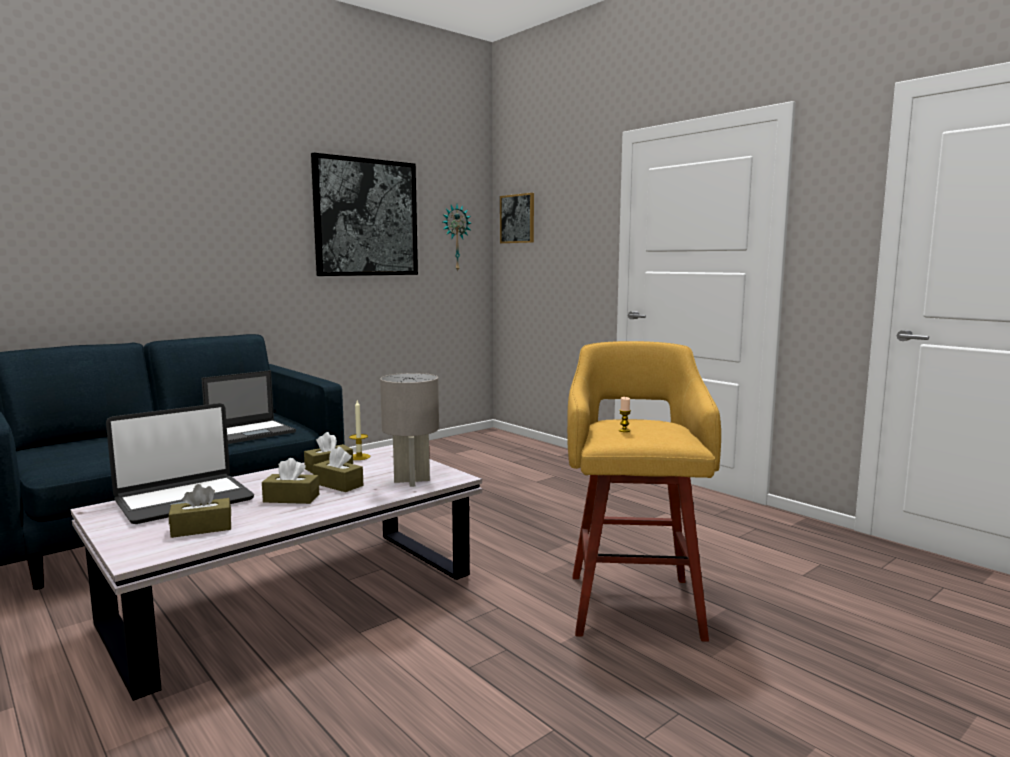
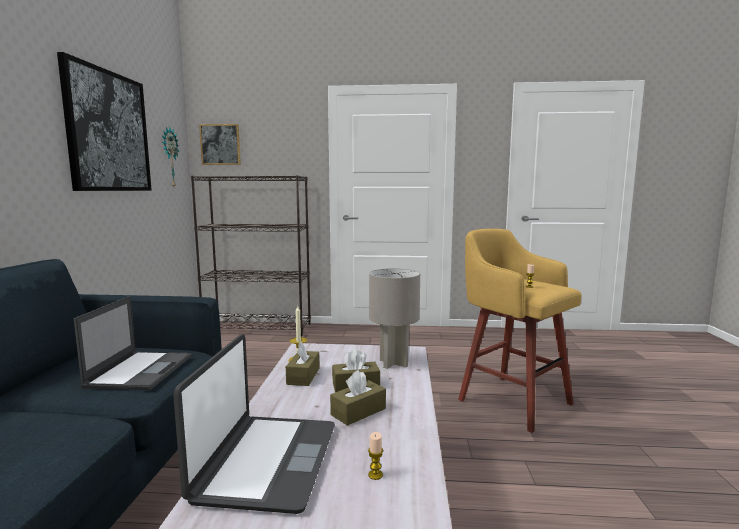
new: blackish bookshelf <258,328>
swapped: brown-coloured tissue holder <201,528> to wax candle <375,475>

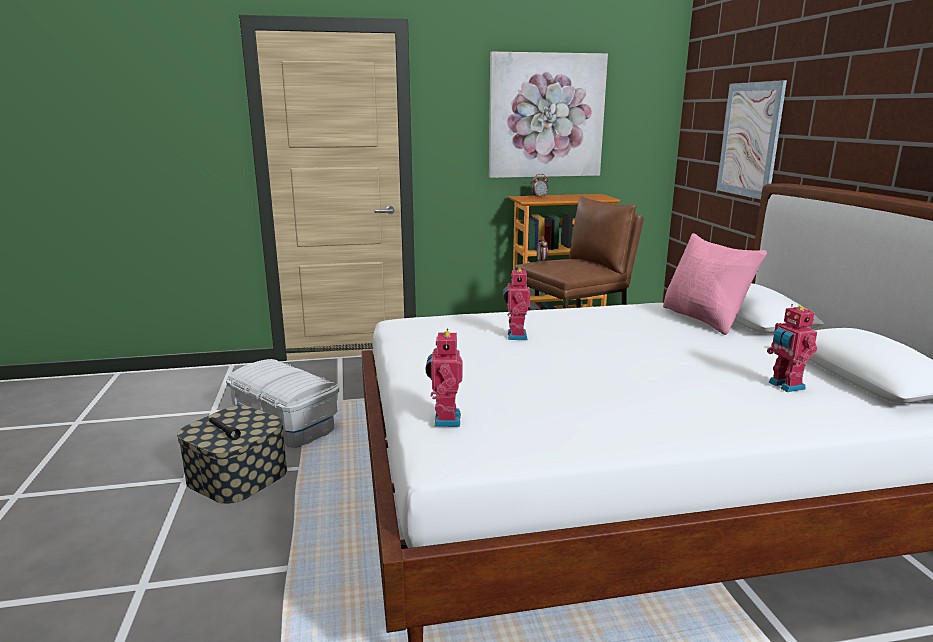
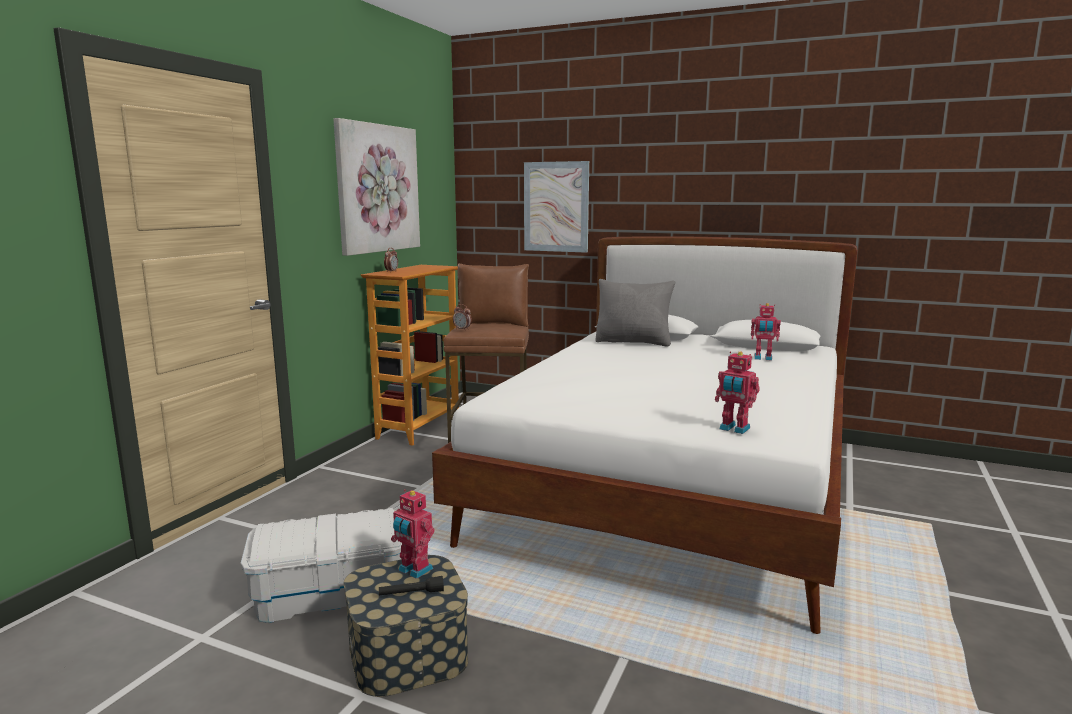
shifted: model robot <515,336> to <414,570>
repainted: pink-coloured throw pillow <704,319> to grey throw pillow <633,342>

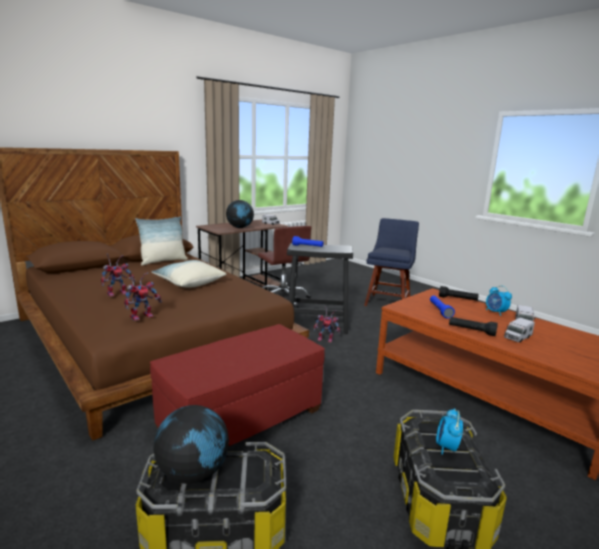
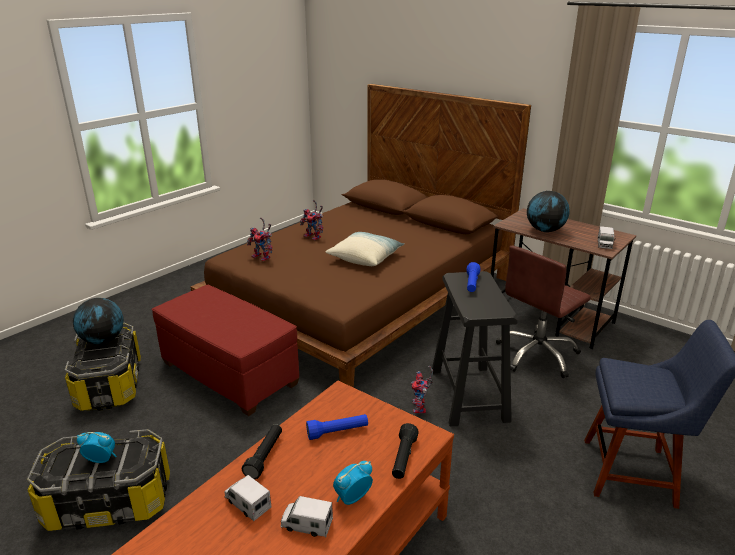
gone: throw pillow <163,261>

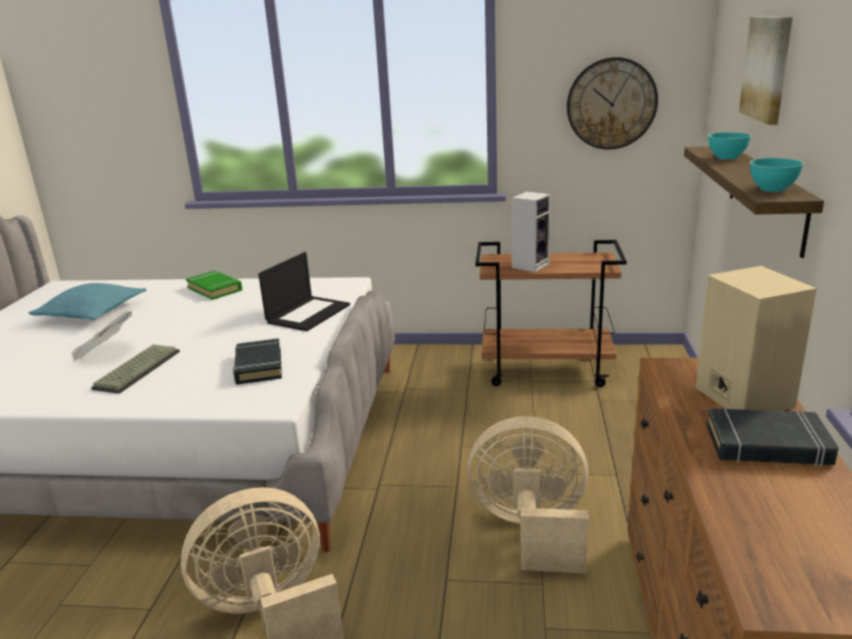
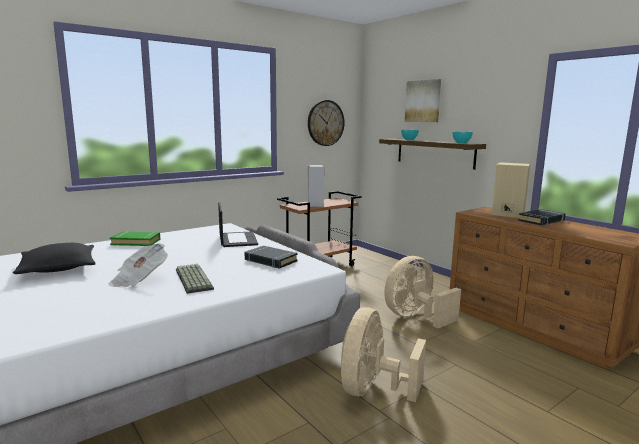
repainted: turquoise throw pillow <92,312> to blackish throw pillow <58,268>

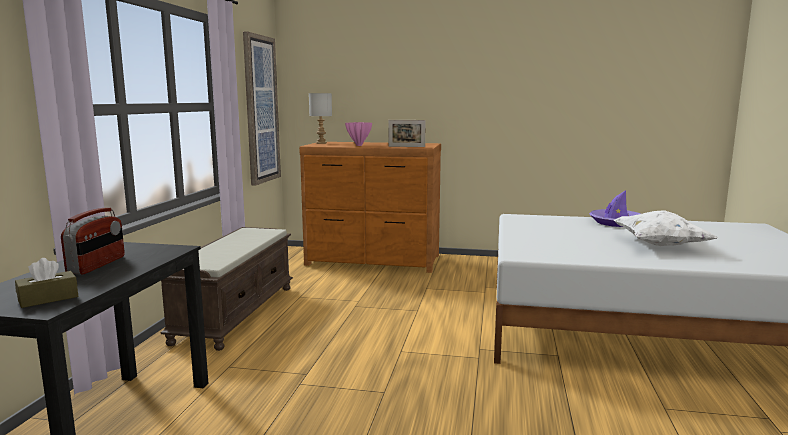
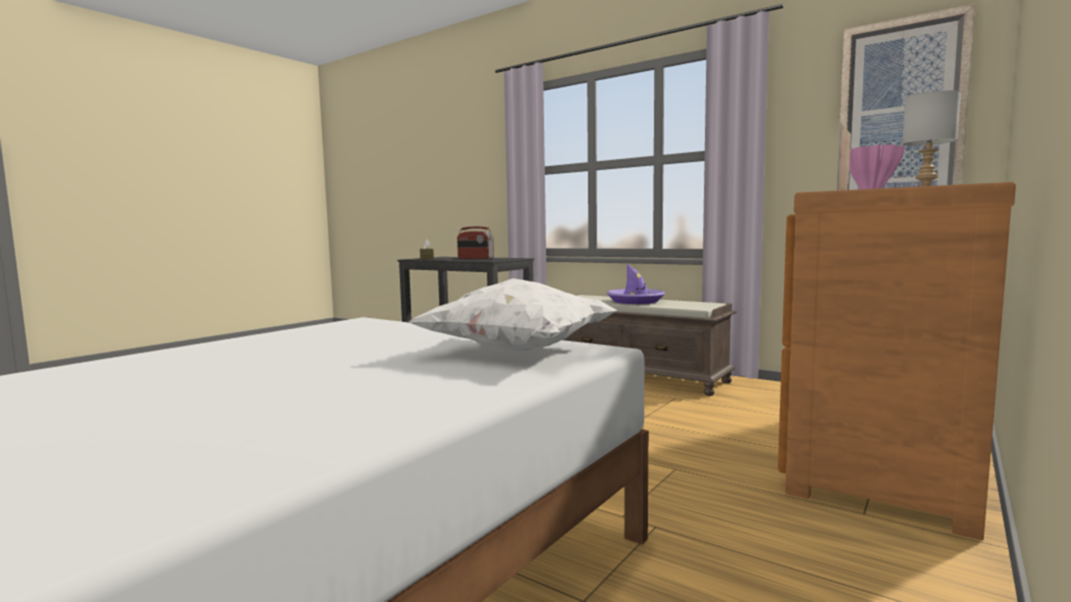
shifted: purple clothing hat <616,222> to <635,301>; whitish throw pillow <659,245> to <520,351>

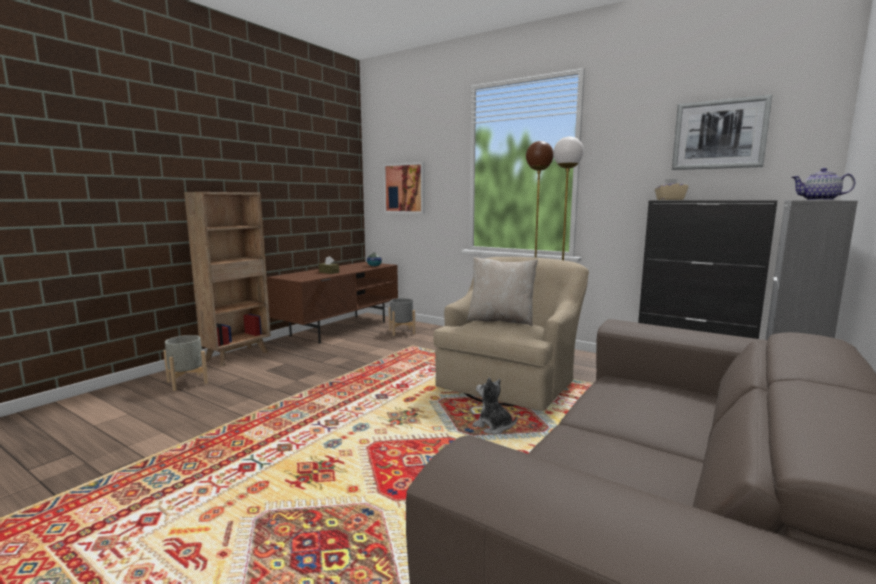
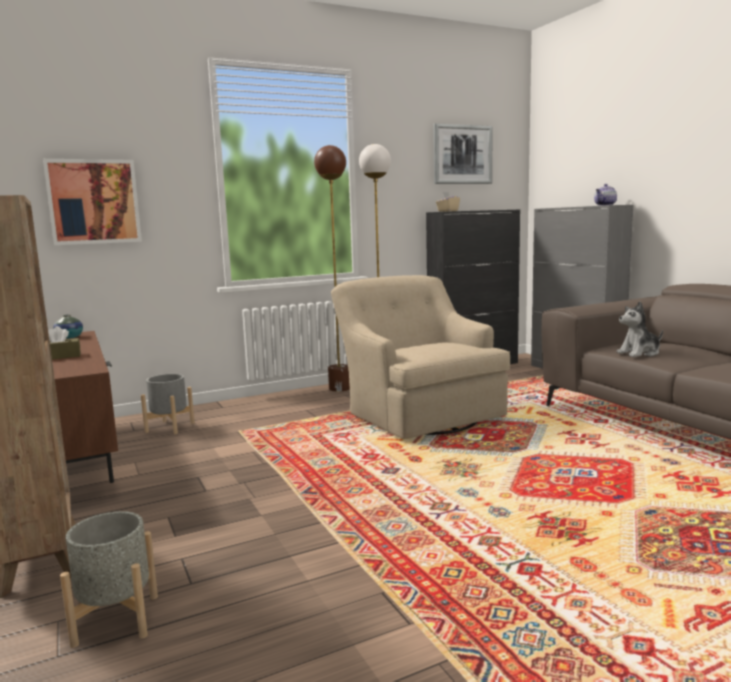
gone: beige-coloured throw pillow <501,320>
shifted: soft toy <493,427> to <639,353>

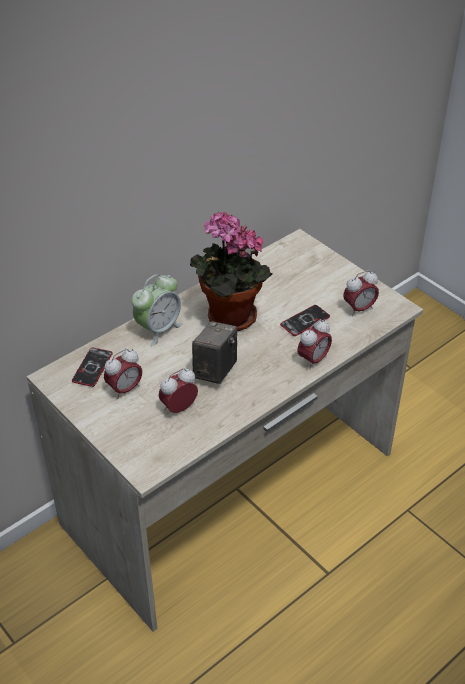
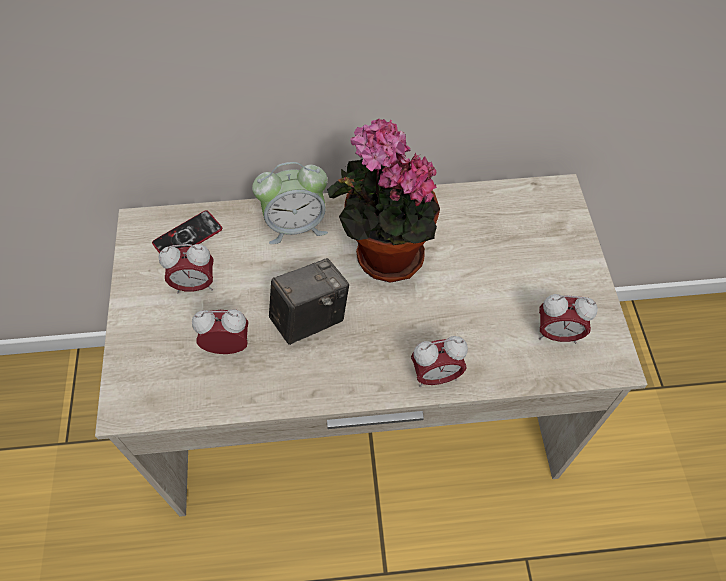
gone: handset <305,321>

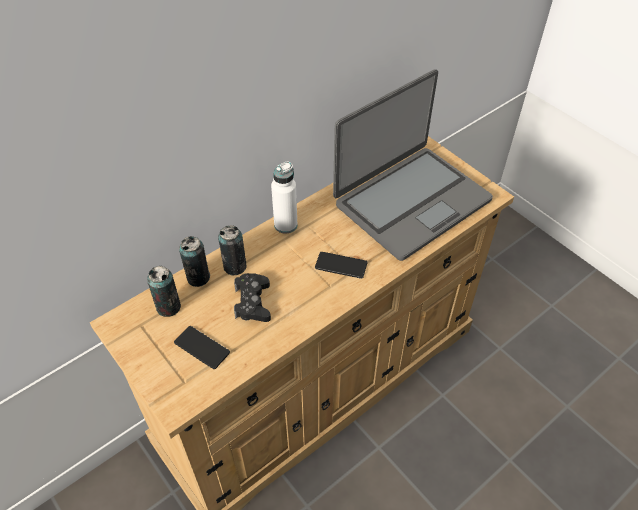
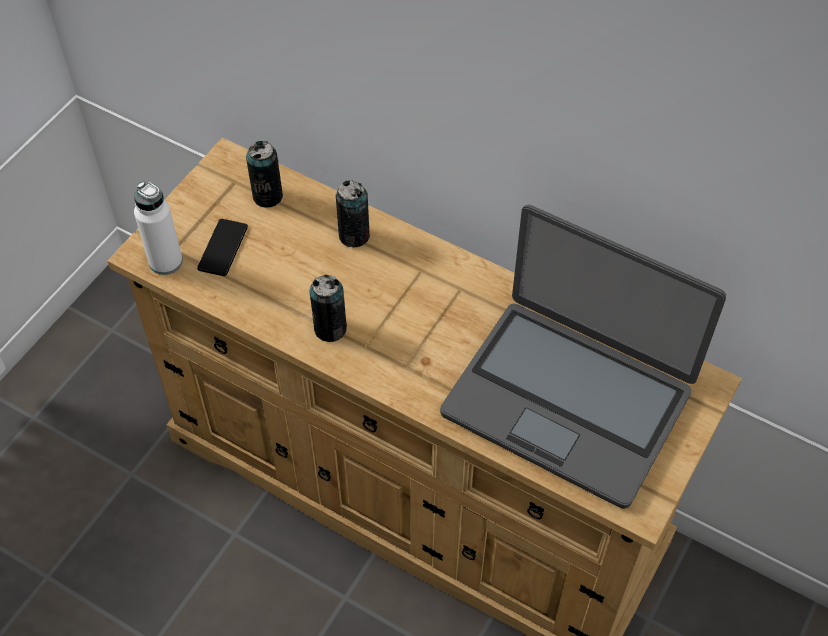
gone: blackish gamepad <252,302>; handset <341,265>
shifted: sealed can <198,277> to <330,329>; whitish bottle <285,225> to <165,261>

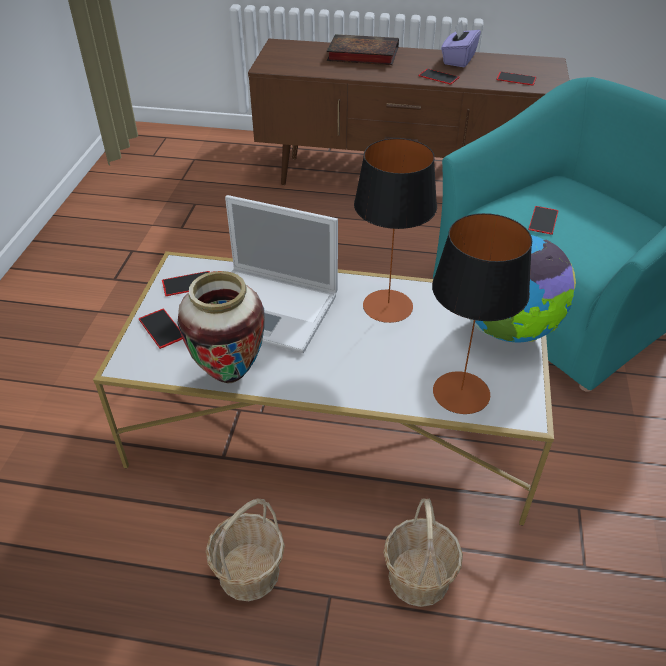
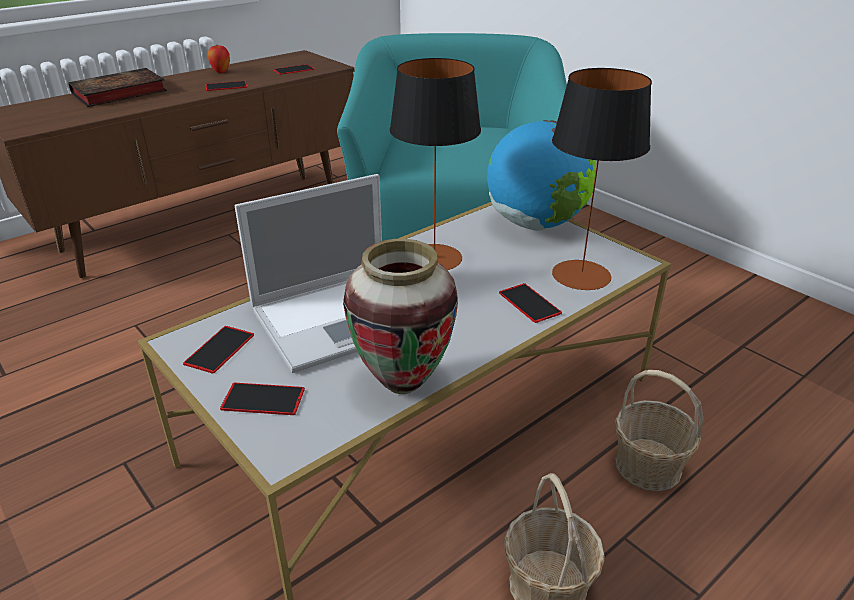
shifted: handset <543,220> to <529,303>
swapped: purple tissue holder <458,59> to apple fruit <221,72>

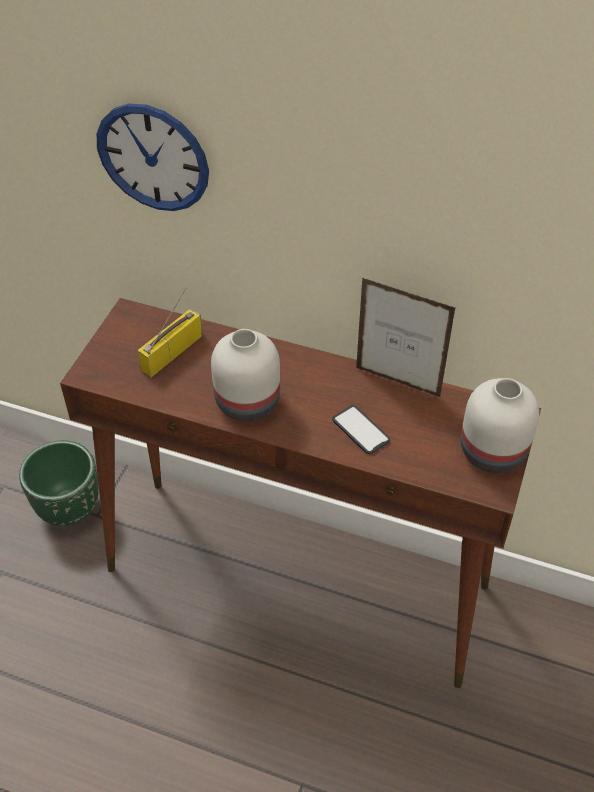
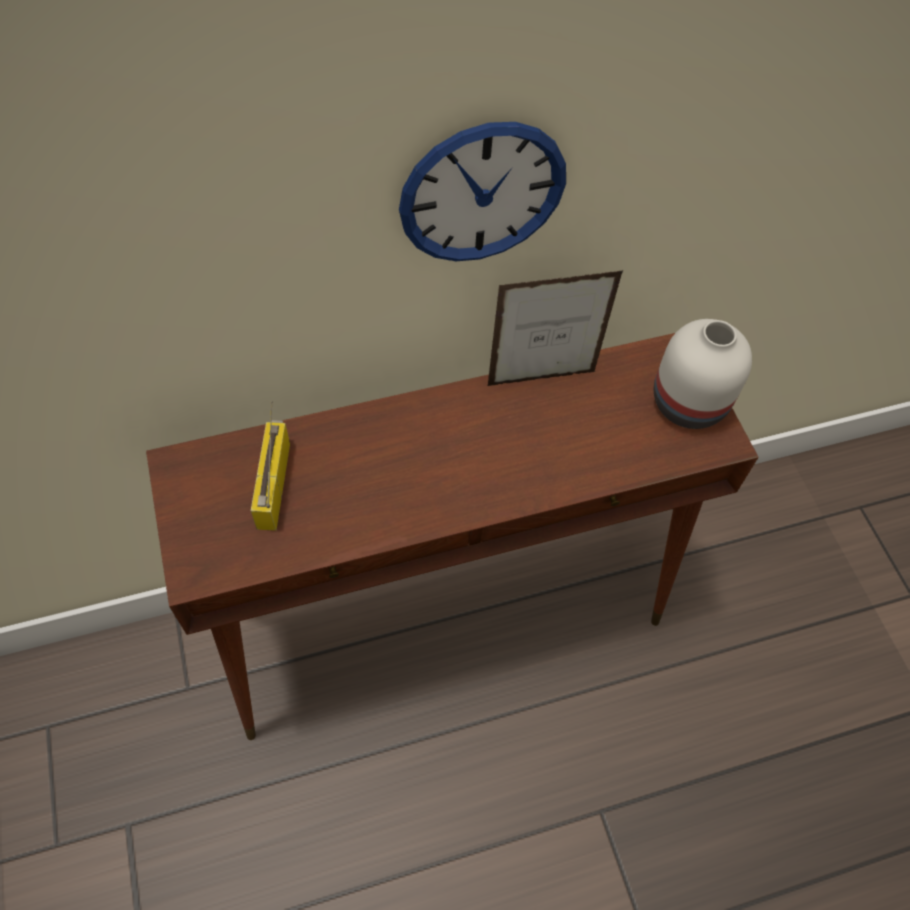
gone: green-coloured plant pot <69,509>; whitish decorative vase <247,403>; handset <360,430>
shifted: clock on the wall <153,158> to <482,194>

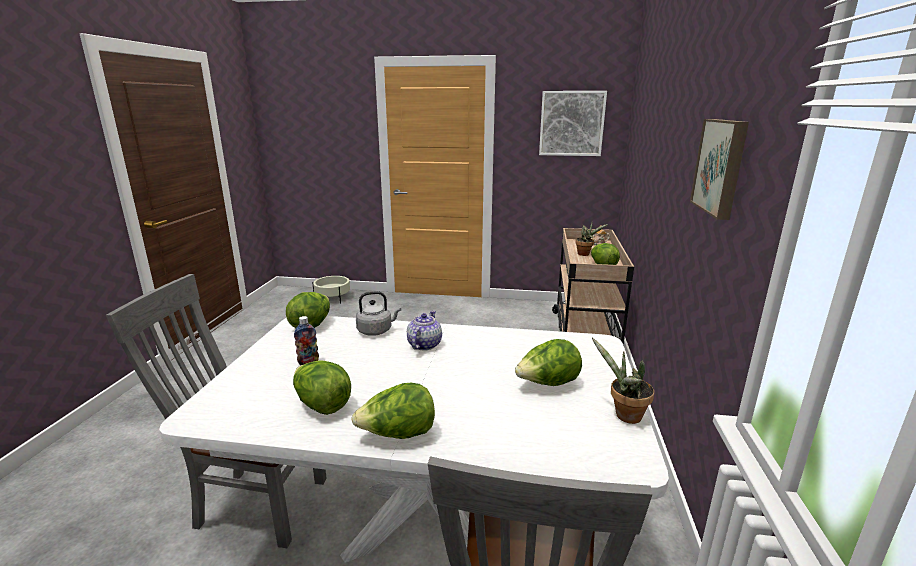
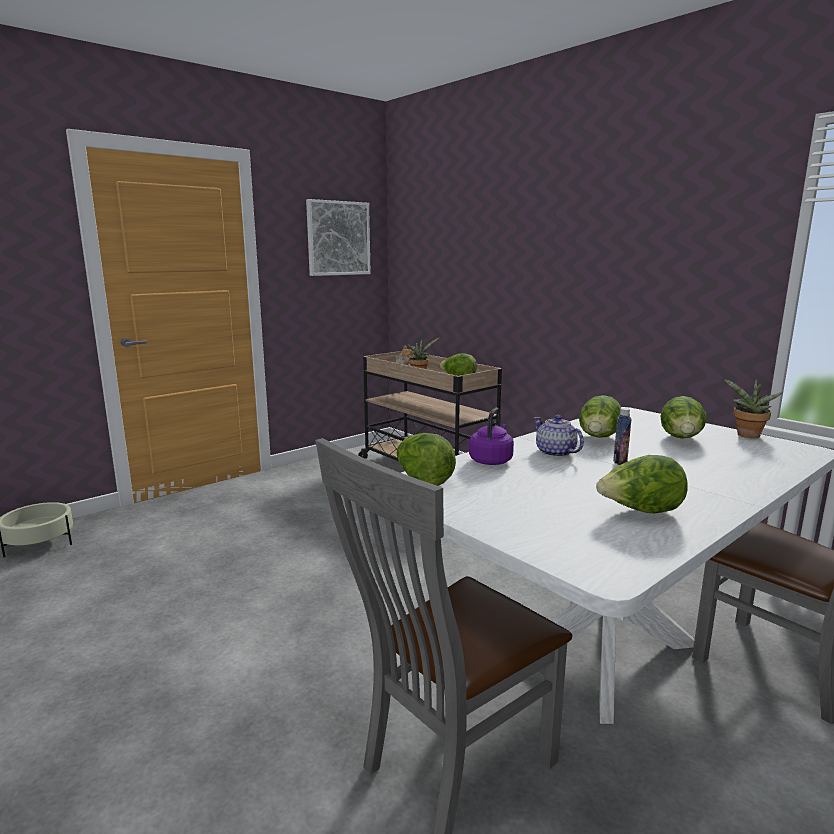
gone: picture <721,166>
shifted: bottle <308,362> to <620,461>; lettuce <398,435> to <599,438>
repainted: grey water kettle <376,331> to purple water kettle <491,460>

